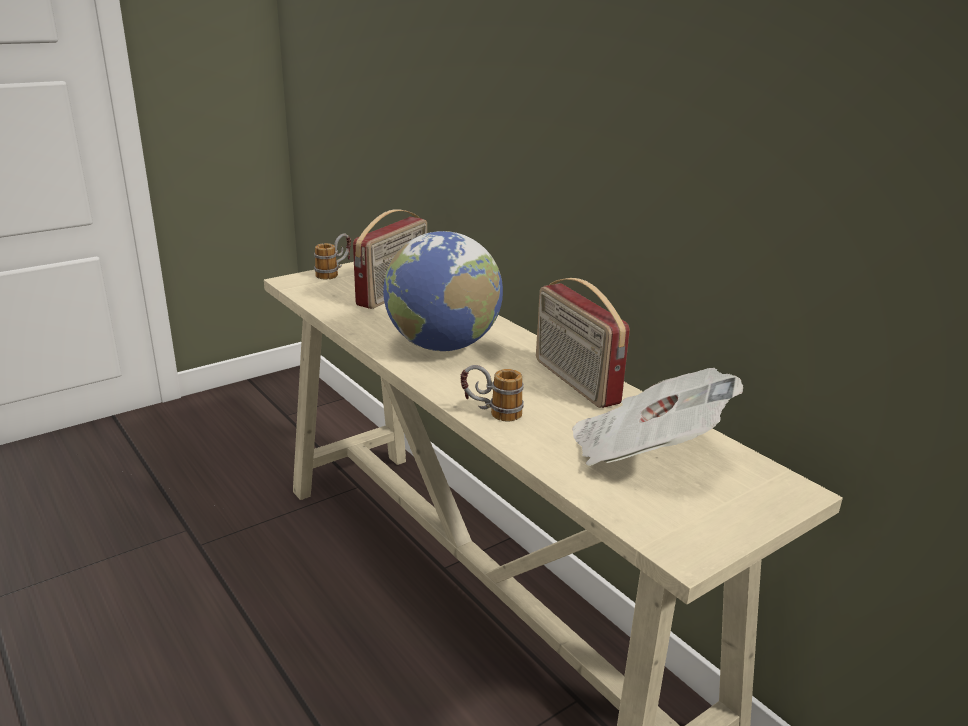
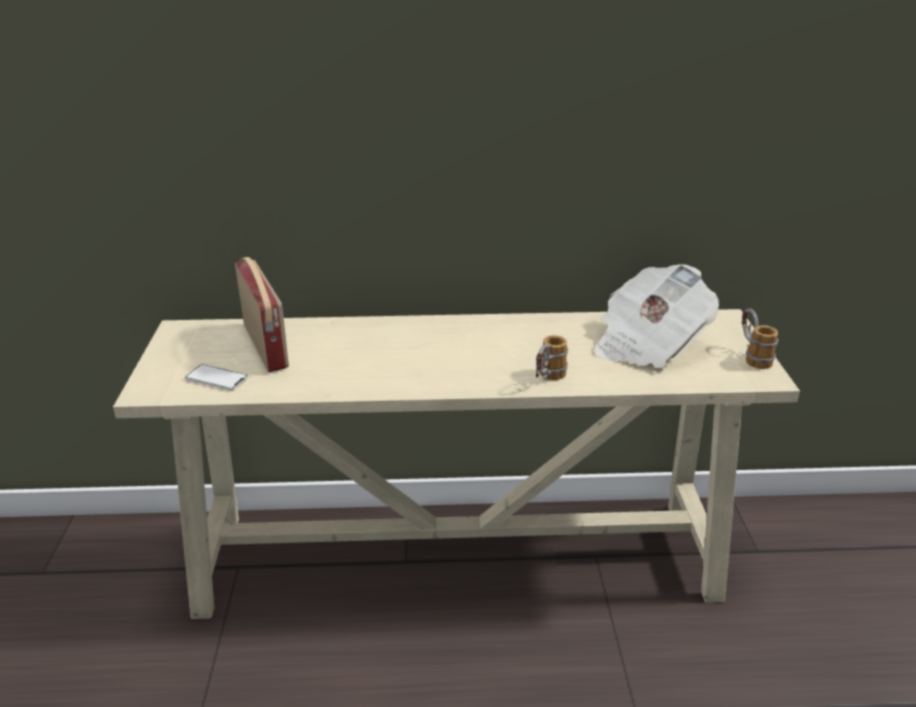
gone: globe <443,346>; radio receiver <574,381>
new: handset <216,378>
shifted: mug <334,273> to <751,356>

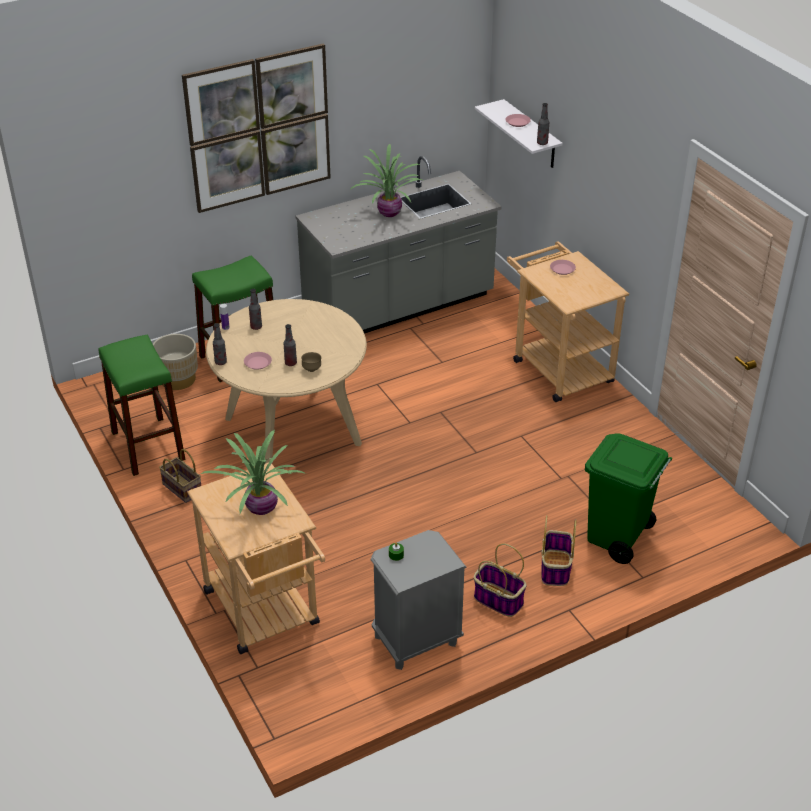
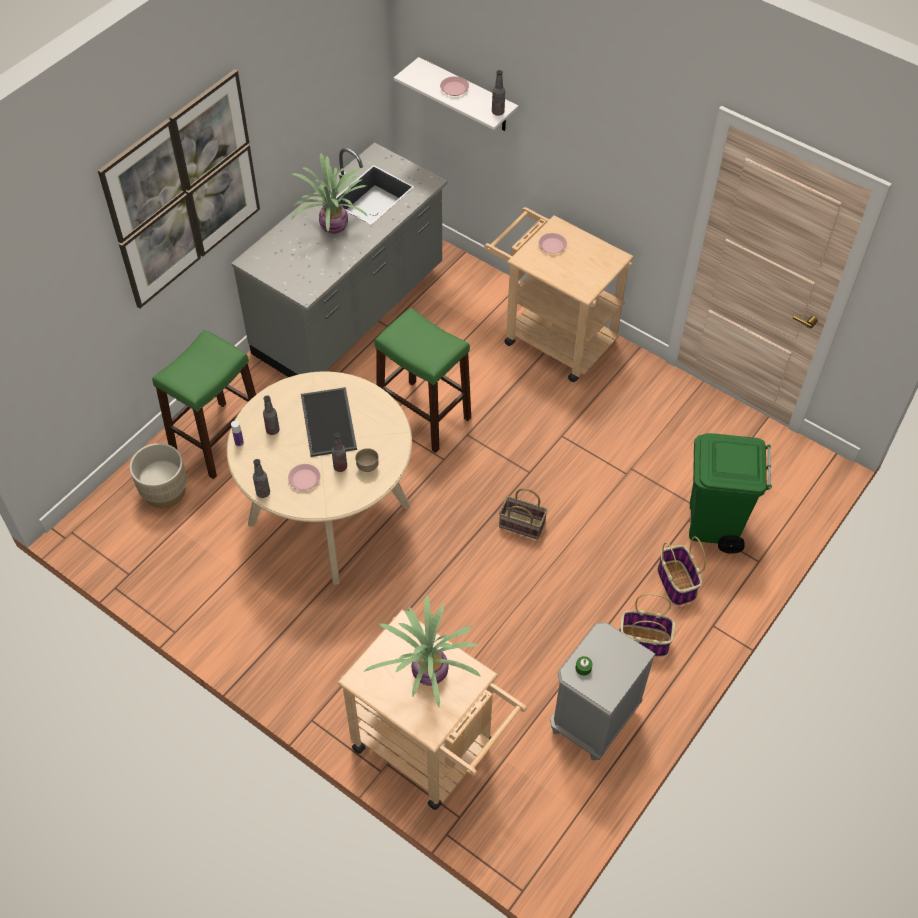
new: carrying tray <330,422>
shifted: green-coloured stool <148,446> to <424,416>; household basket <181,488> to <520,525>

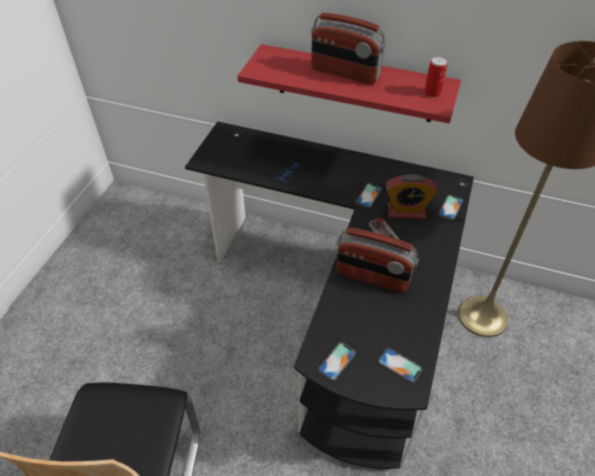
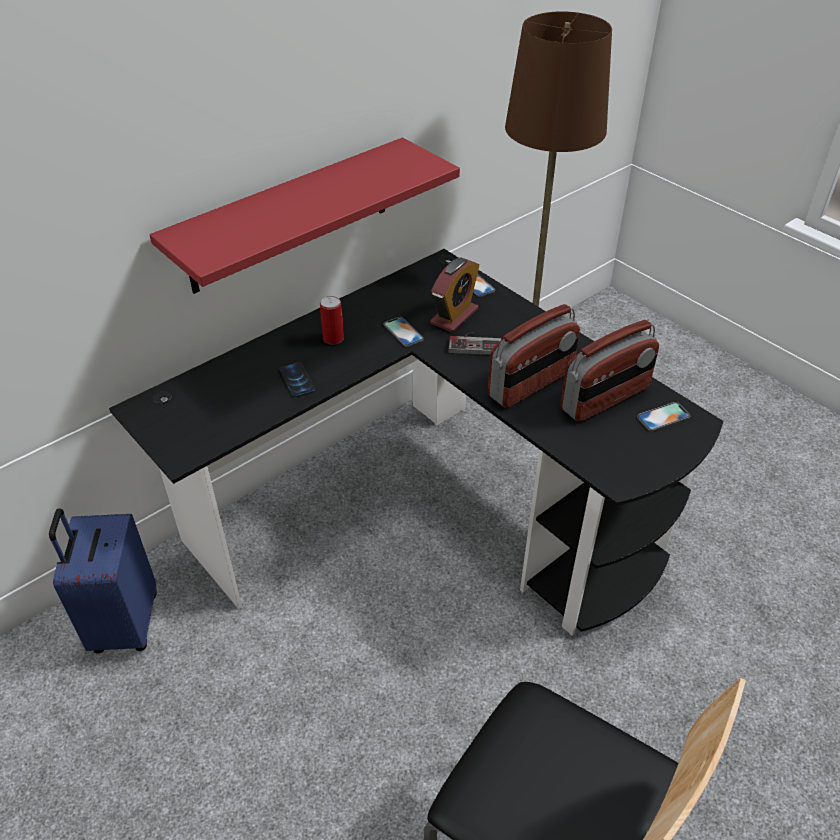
gone: handset <337,361>
new: blue piece of luggage <124,624>
shifted: radio receiver <345,73> to <605,399>; sealed can <432,93> to <333,338>

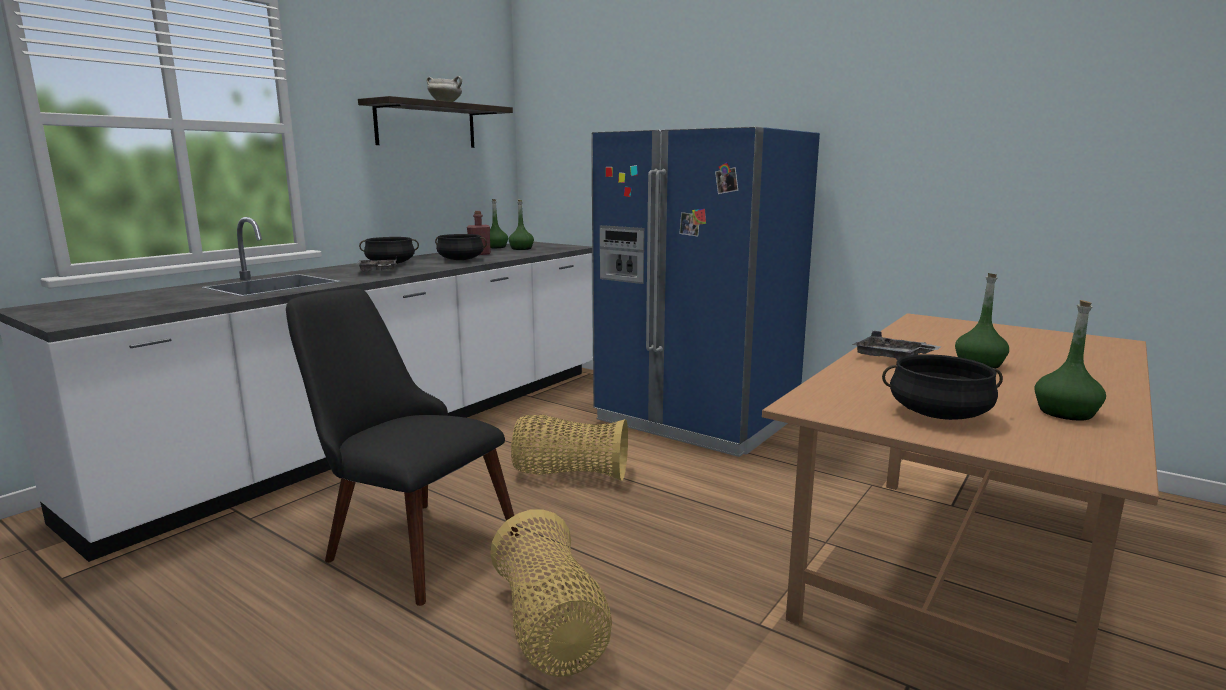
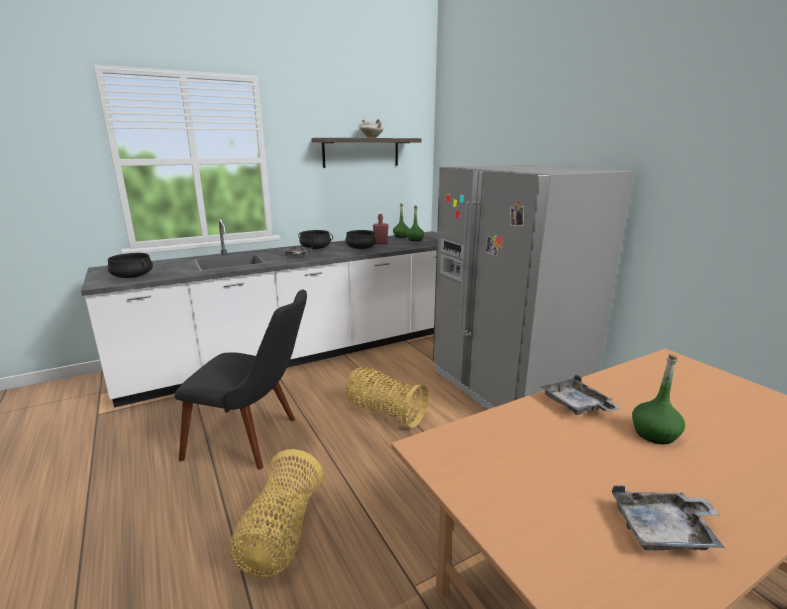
shifted: blackish saucepot <939,413> to <133,276>
swapped: green-coloured bottle <1066,413> to grey carrying tray <664,531>
repainted: blue refrigerator <697,419> to grey refrigerator <508,385>
rotated: blackish chair <406,541> = <255,438> 135 degrees clockwise

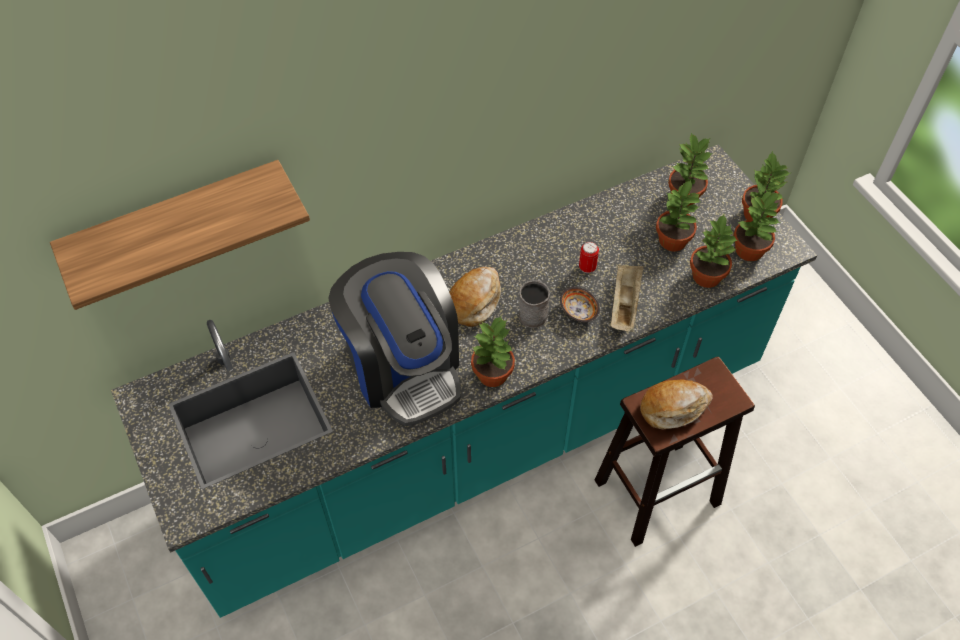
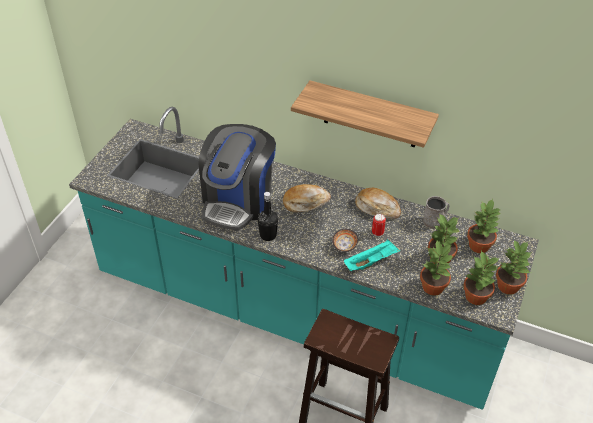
shifted: wall shelf <177,225> to <370,115>; grey mug <533,312> to <435,220>; baked bread <673,407> to <377,208>
swapped: plant in a pot <493,374> to blackish bottle <268,235>
repainted: beige-coloured carrying tray <624,304> to turquoise carrying tray <371,262>

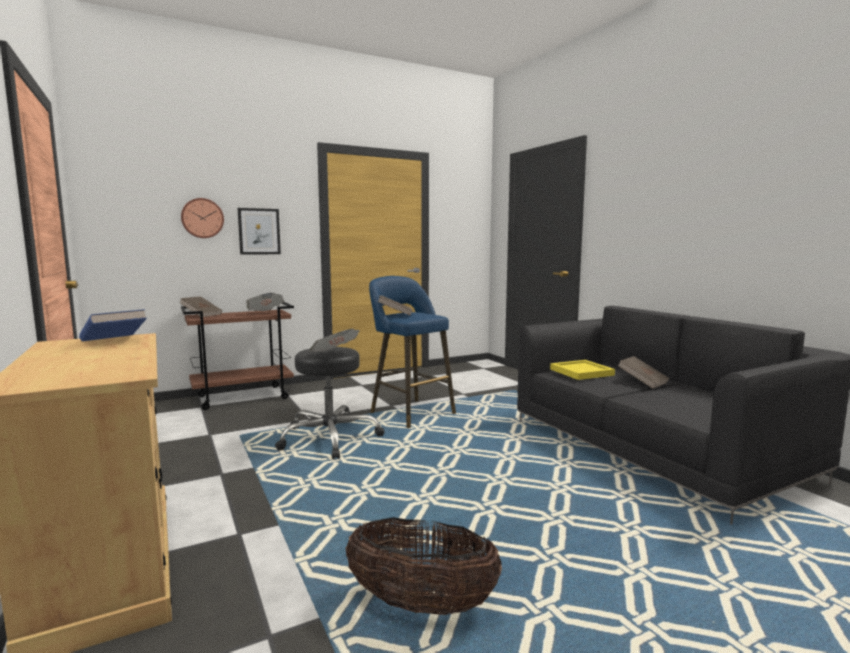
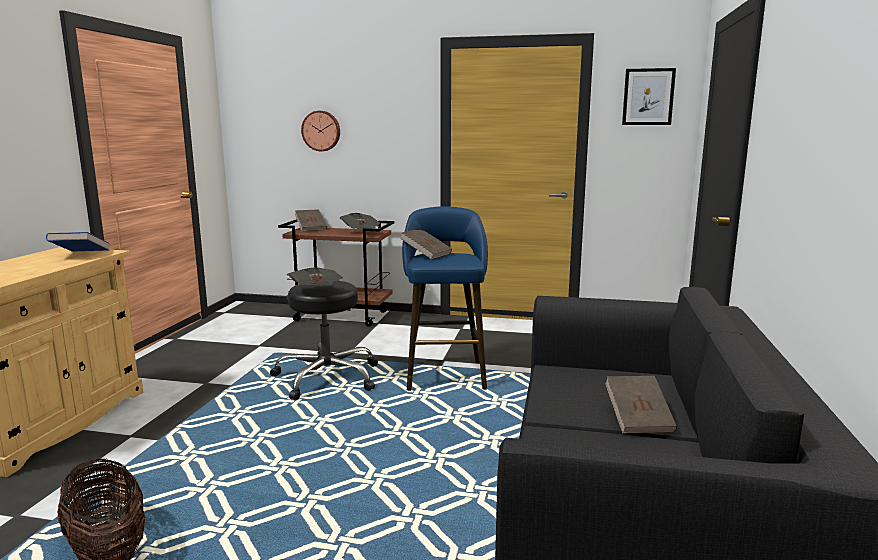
gone: yellowish carrying tray <580,372>
shifted: picture <259,231> to <648,97>

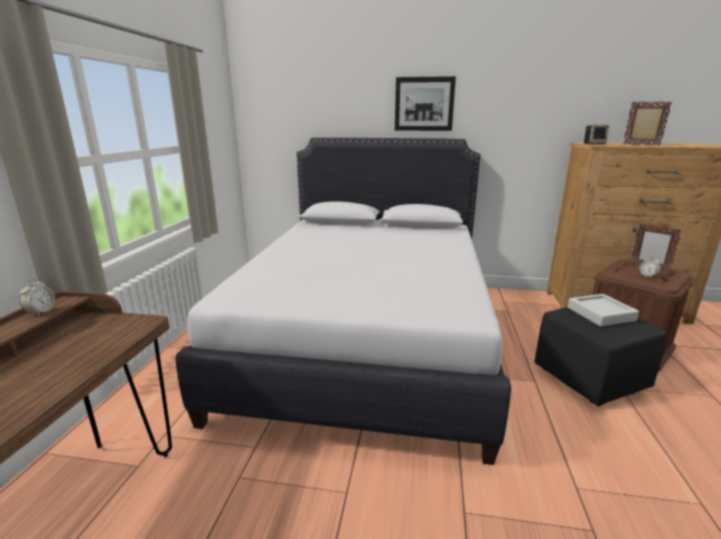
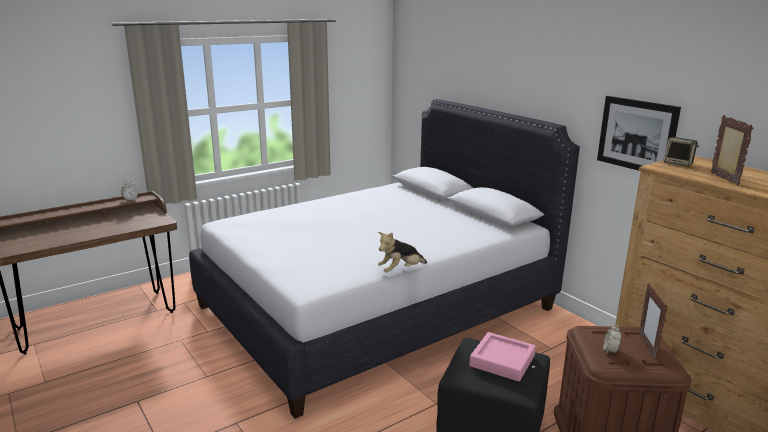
new: soft toy <400,270>
shifted: picture <424,104> to <636,135>
repainted: grey carrying tray <600,314> to pink-coloured carrying tray <502,361>

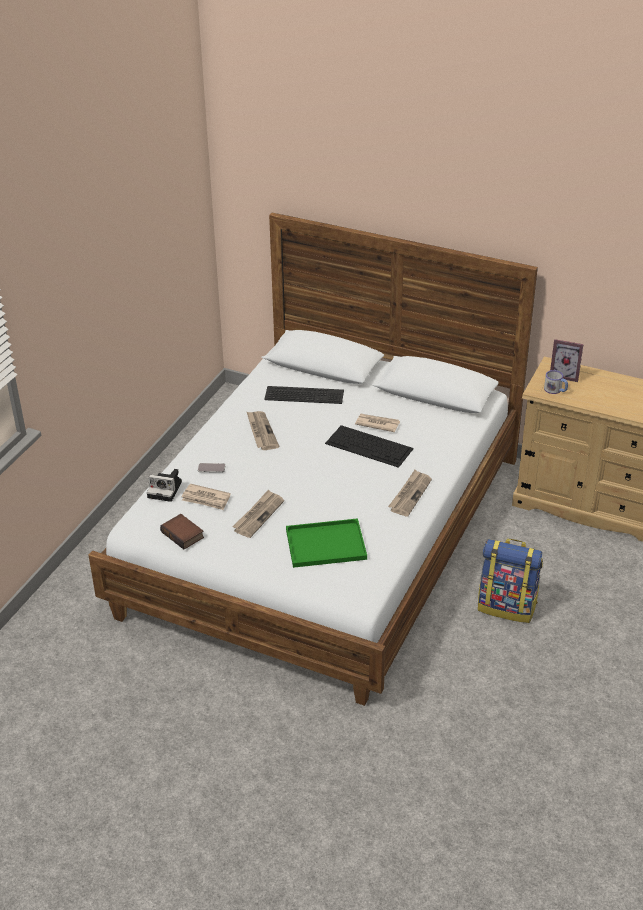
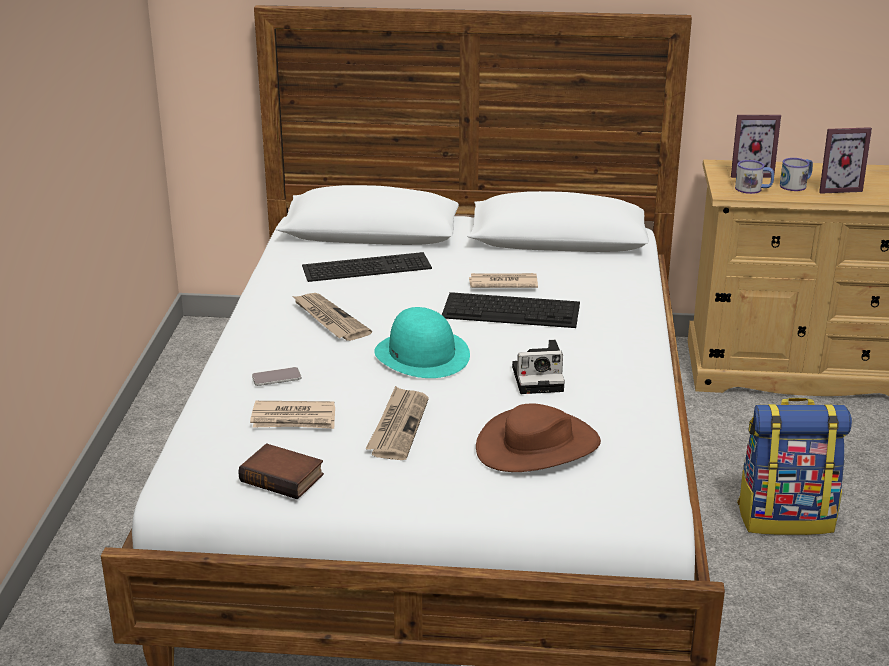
gone: newspaper <410,494>
new: turquoise clothing hat <422,354>; mug <796,185>; picture frame <836,188>
shifted: still camera <166,489> to <540,378>
swapped: green-coloured carrying tray <324,545> to brown-coloured clothing hat <538,446>

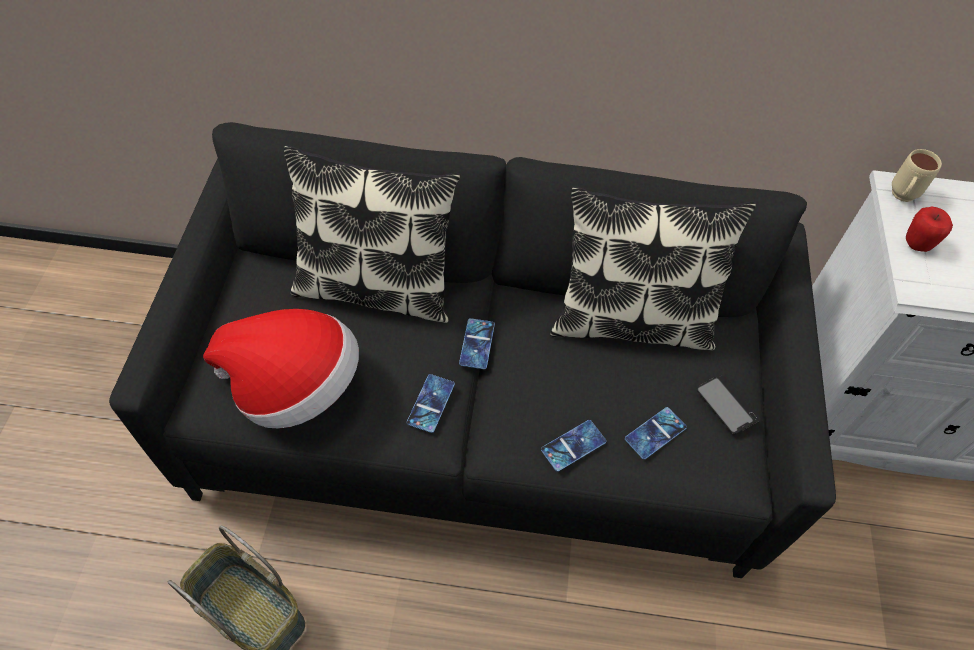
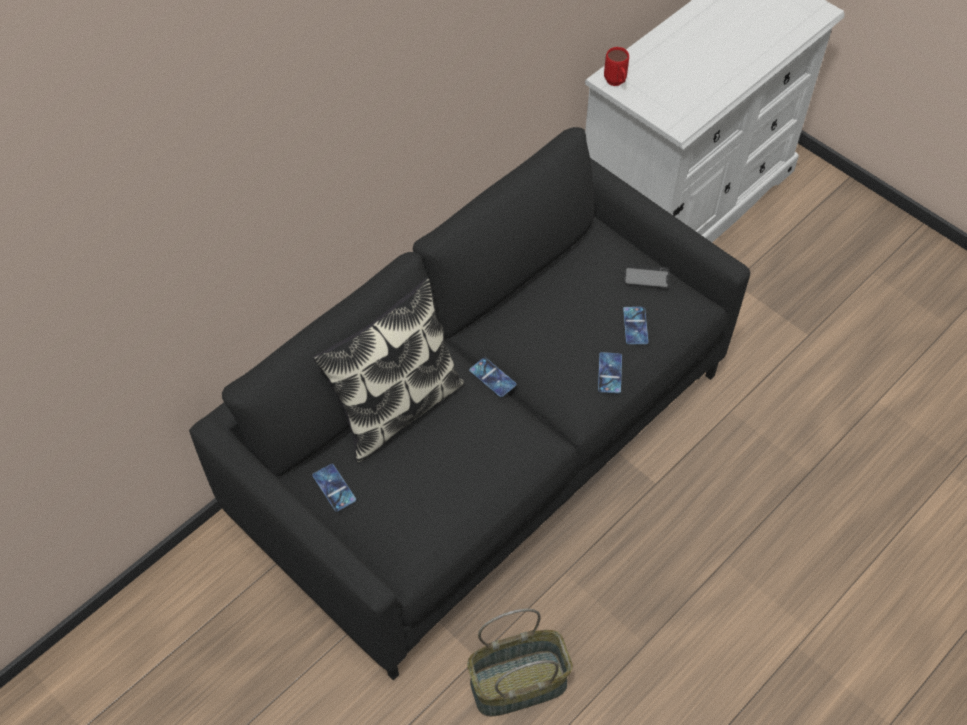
gone: clothing hat <295,386>; throw pillow <631,320>; apple fruit <917,244>
shifted: handset <431,403> to <334,487>
repainted: beige-coloured mug <900,198> to red-coloured mug <616,84>

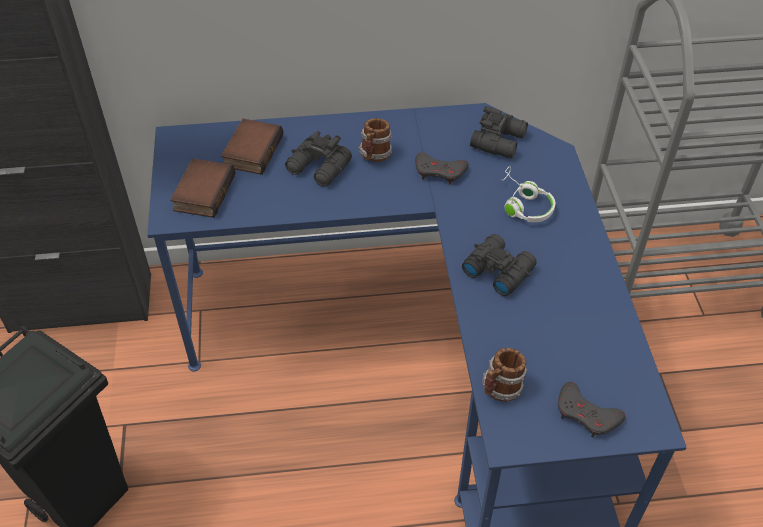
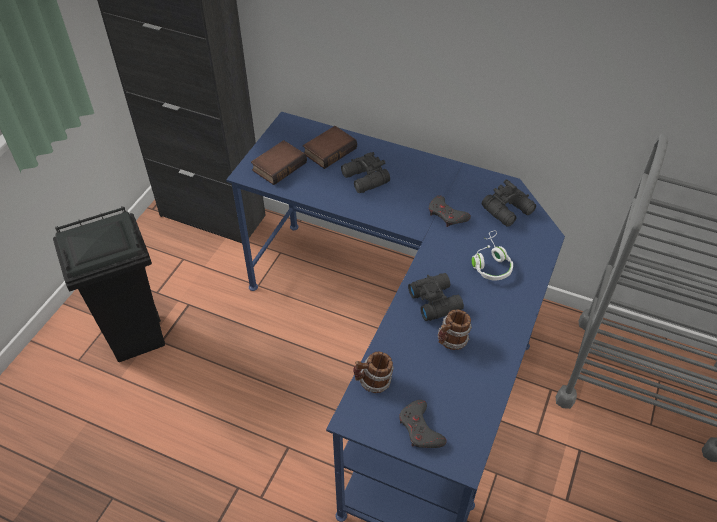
shifted: mug <375,156> to <451,341>

